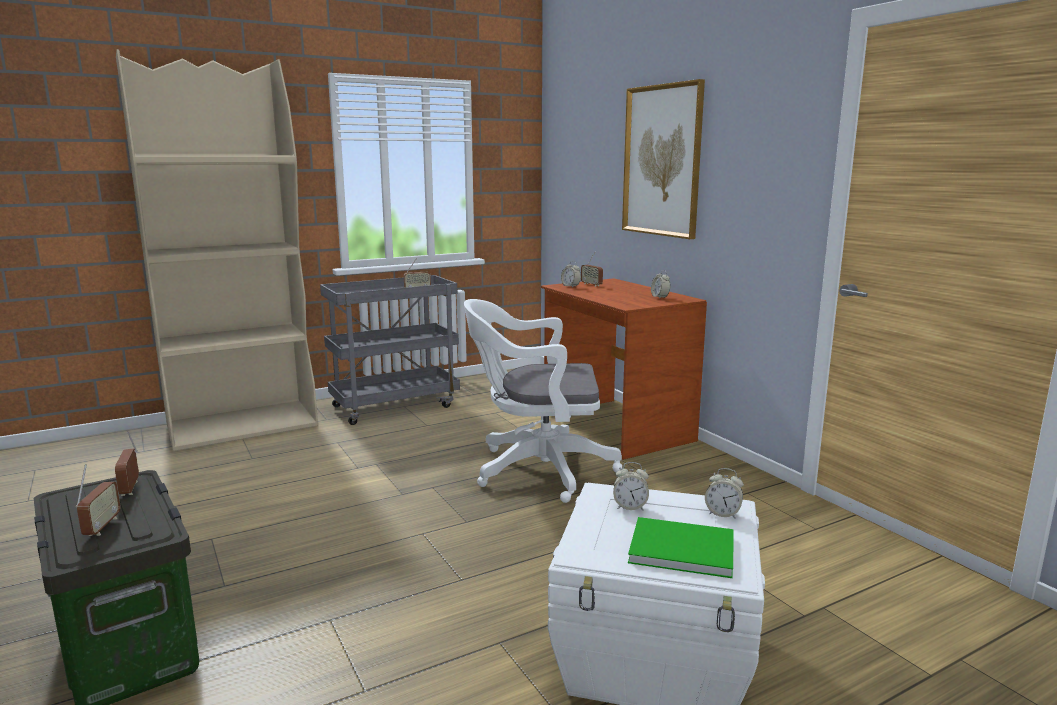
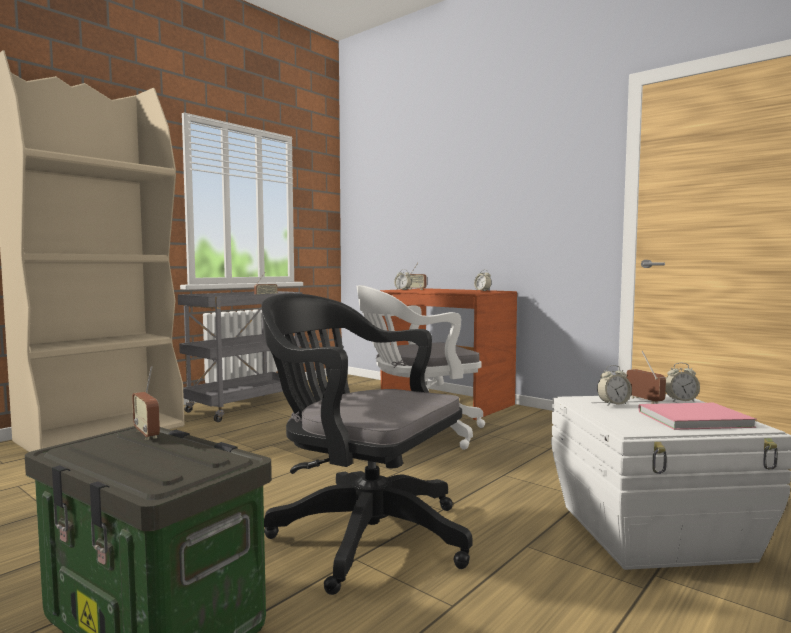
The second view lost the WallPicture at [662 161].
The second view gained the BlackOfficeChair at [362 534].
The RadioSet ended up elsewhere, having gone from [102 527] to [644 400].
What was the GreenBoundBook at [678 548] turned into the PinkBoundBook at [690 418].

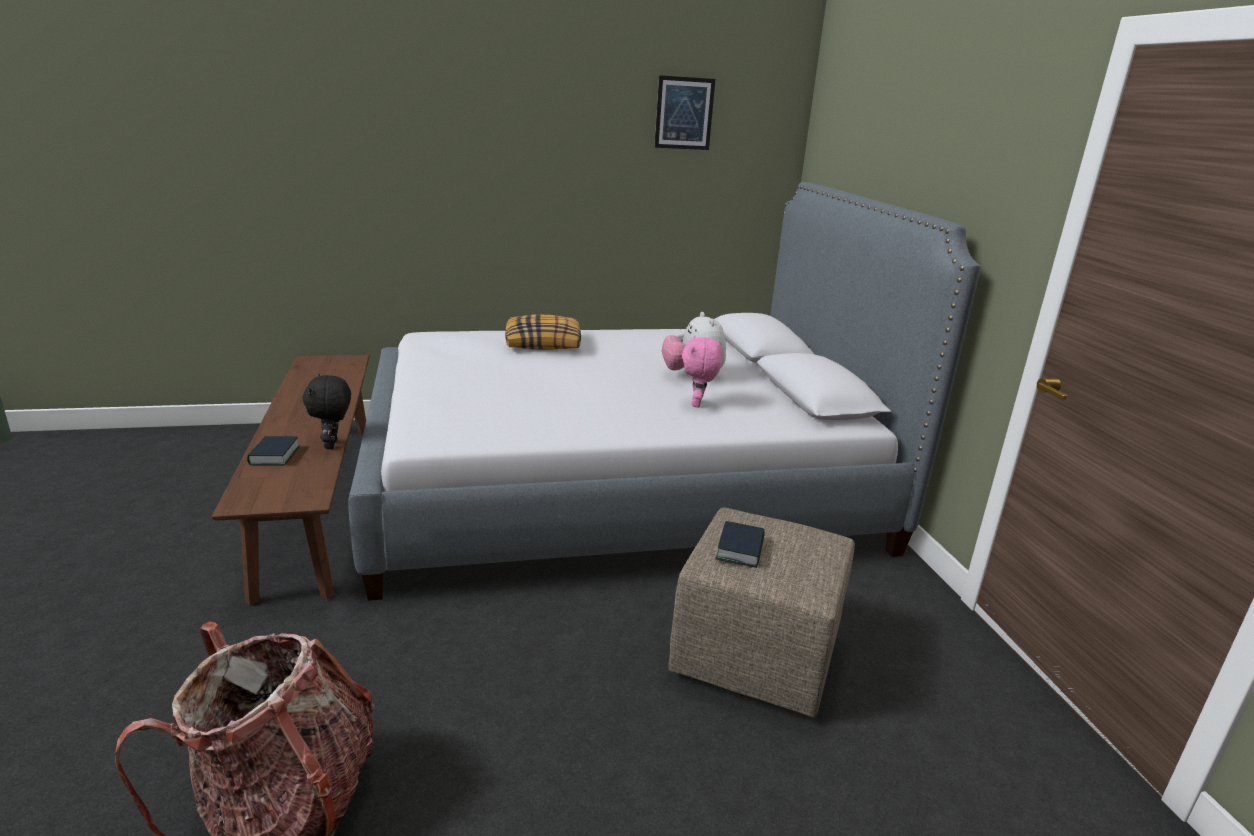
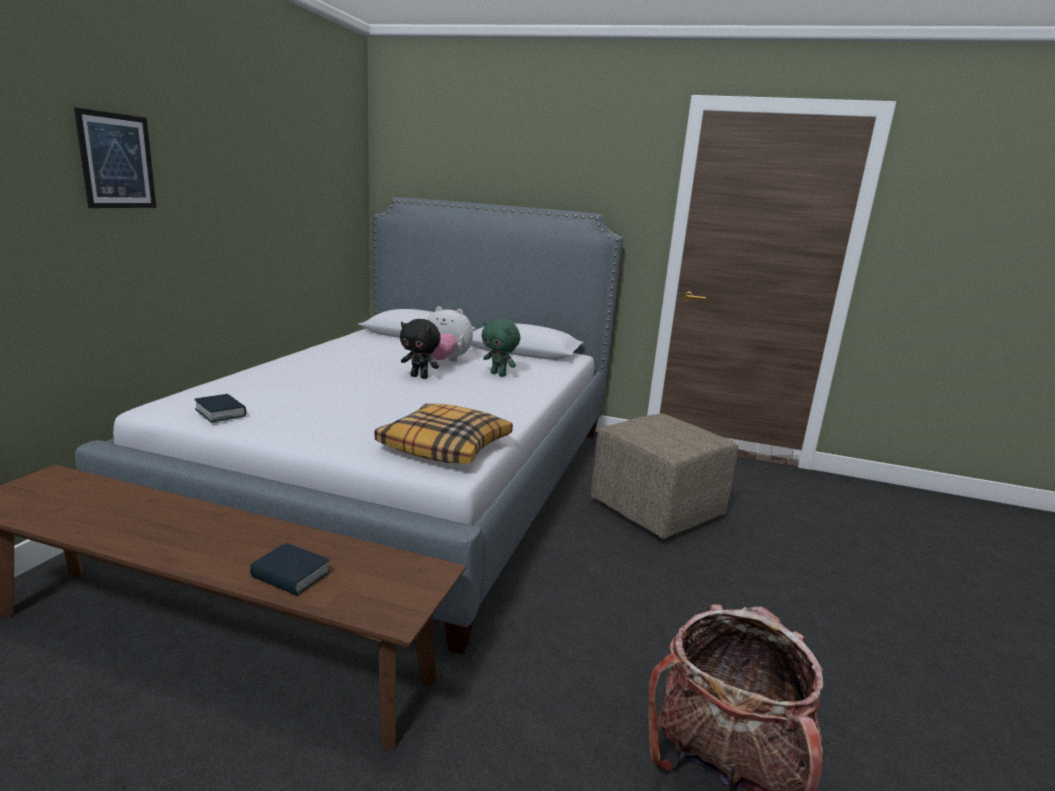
The BlackSoftToy ended up elsewhere, having gone from [333 445] to [420 377].
The Pillow ended up elsewhere, having gone from [543 344] to [445 446].
The WallPicture ended up elsewhere, having gone from [684 113] to [117 161].
The BoundBook ended up elsewhere, having gone from [740 550] to [220 413].
What was the PinkSoftToy at [698 404] turned into the GreenSoftToy at [499 374].

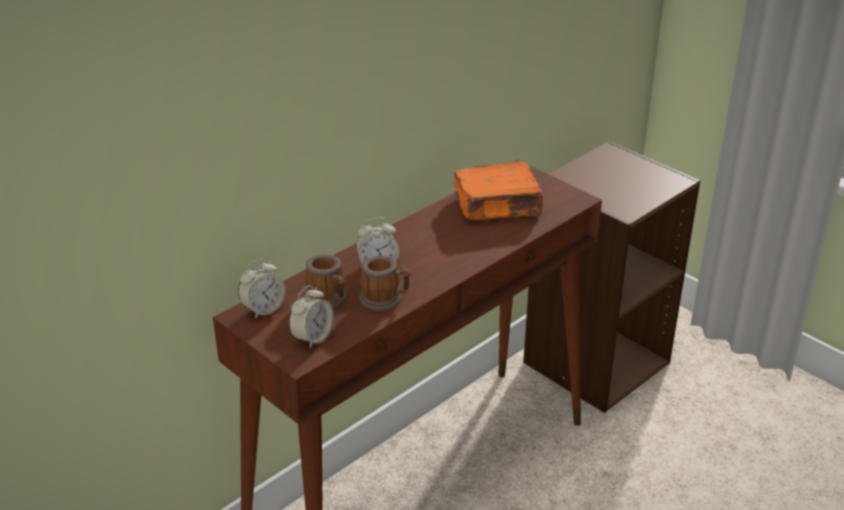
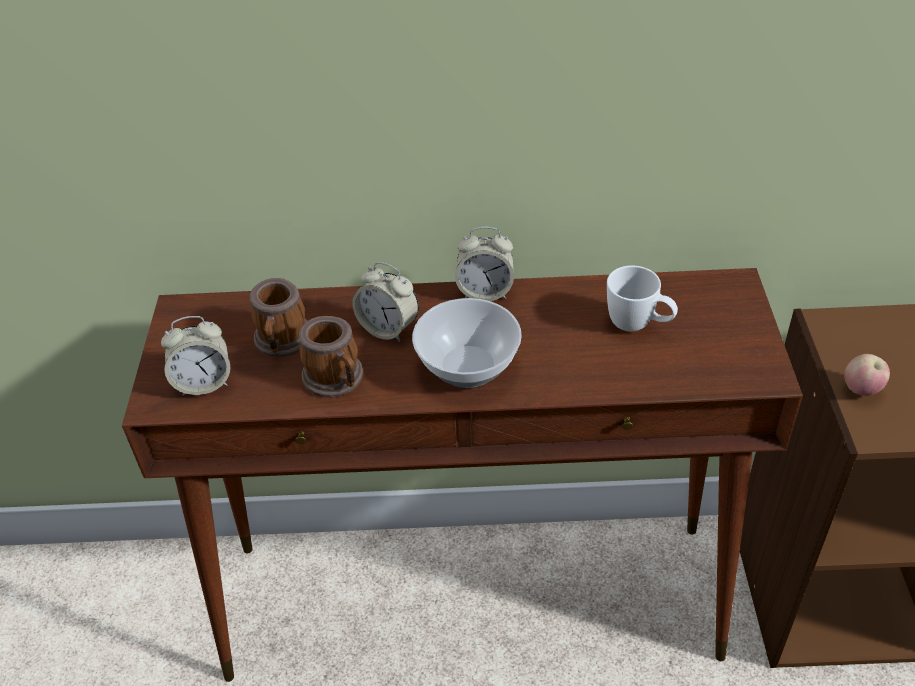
The second view gained the DeepDish at [470 366].
The second view gained the WholeApple at [861 390].
The BedsideClock ended up elsewhere, having gone from [263 309] to [485 292].
Where the OrangeColouredBoundBook stood at [498 206], the WhiteTeaMug came to stand at [638 325].

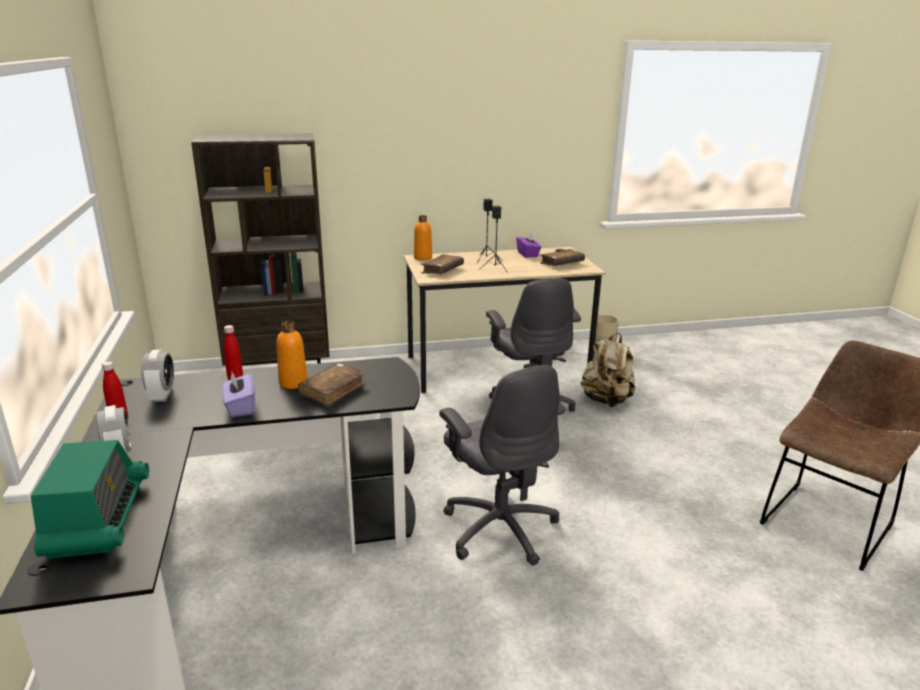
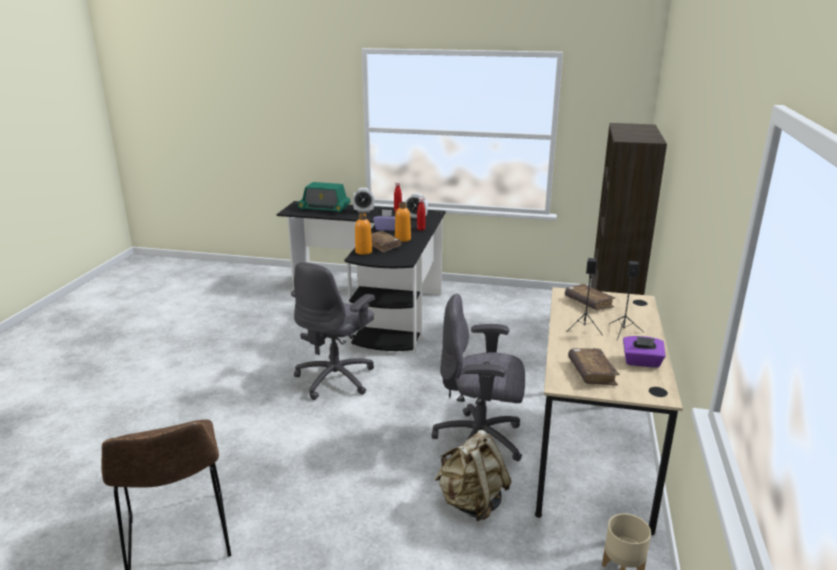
The OrangeColouredDrinkBottle ended up elsewhere, having gone from [423 258] to [363 251].
The GrayOfficeChair at [499 528] ended up facing another way, 60 degrees counterclockwise from before.

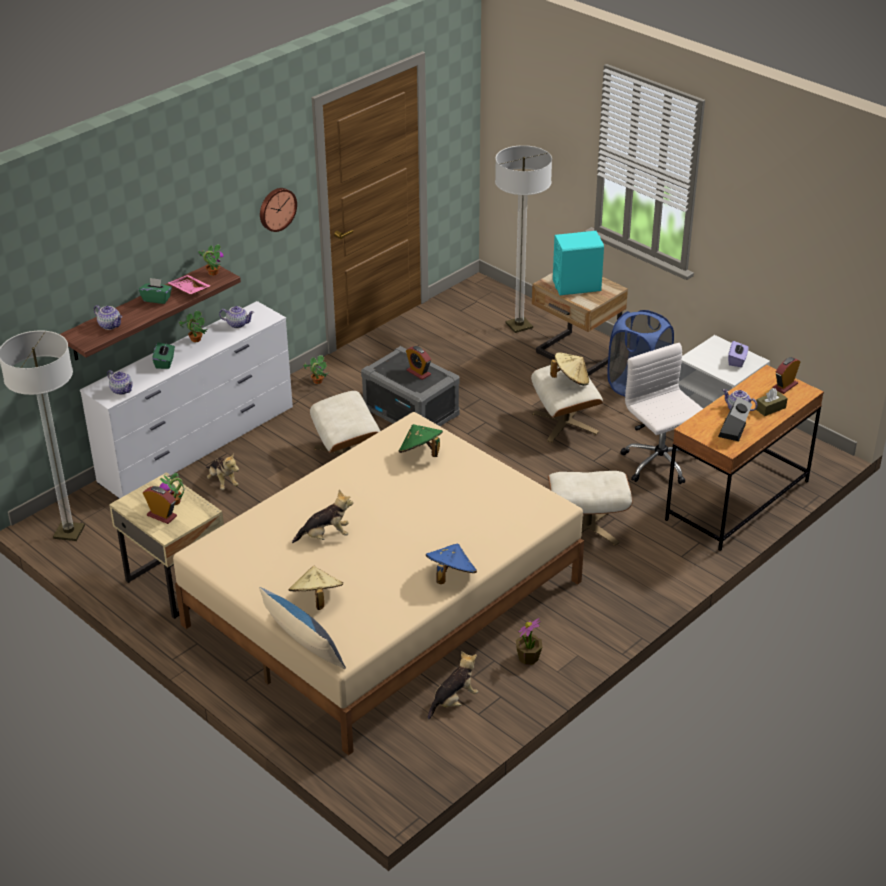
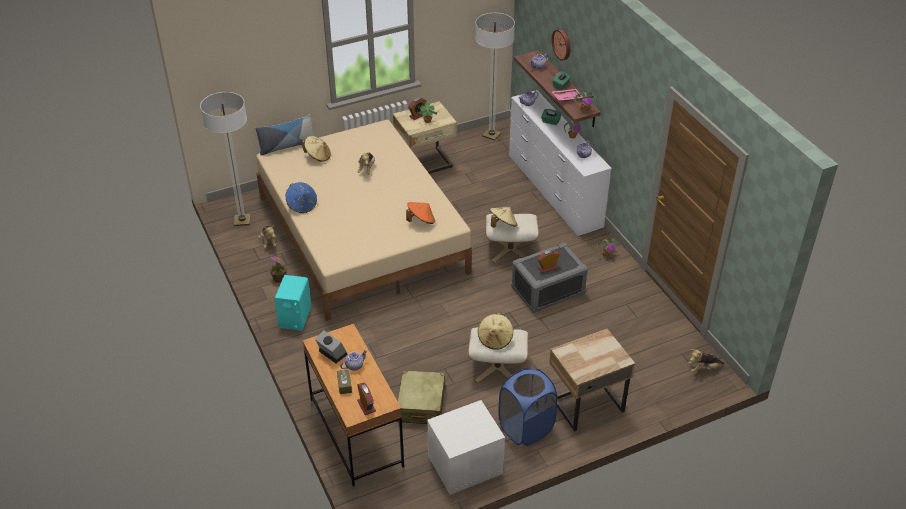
The second view lost the BeigeFootrest at [587 527].
The second view lost the PurpleColouredTissueHolder at [737 361].
The second view gained the BeigeHat at [503 225].
The SoftToy ended up elsewhere, having gone from [222 482] to [703 368].
The WallClock ended up elsewhere, having gone from [276 209] to [562 44].
The StandardLamp ended up elsewhere, having gone from [519 326] to [242 221].
The BlueGreenSpeaker ended up elsewhere, having gone from [577 286] to [295 317].
Where the WhiteOfficeChair stood at [660 464], the BeigeTravelCase came to stand at [421 404].
What was the GreenHat at [421 453] turned into the OrangeColouredHat at [421 220].

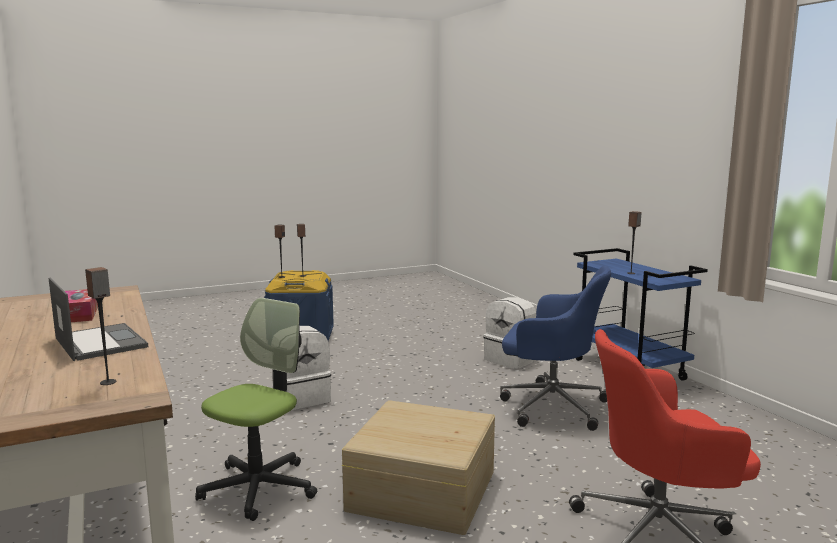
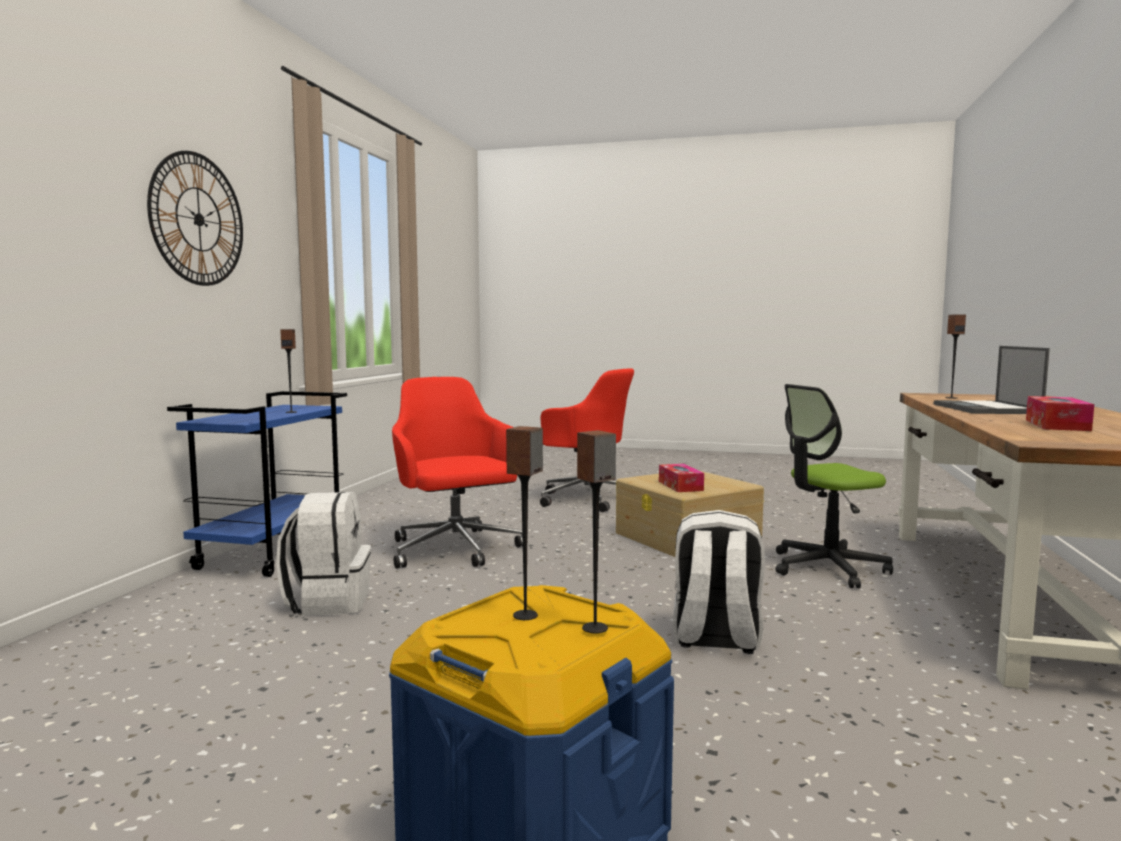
The second view gained the WallClock at [198 219].
The second view gained the TissueHolder at [680 486].
What was the BlueColouredOfficeChair at [550 406] turned into the RedOfficeChair at [455 550].

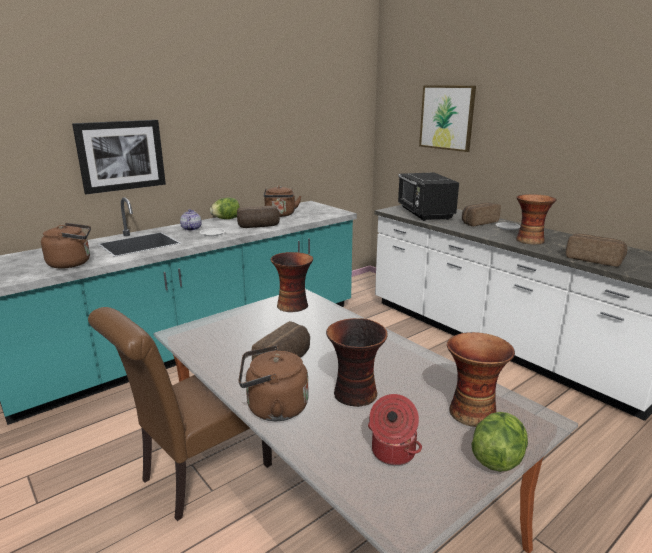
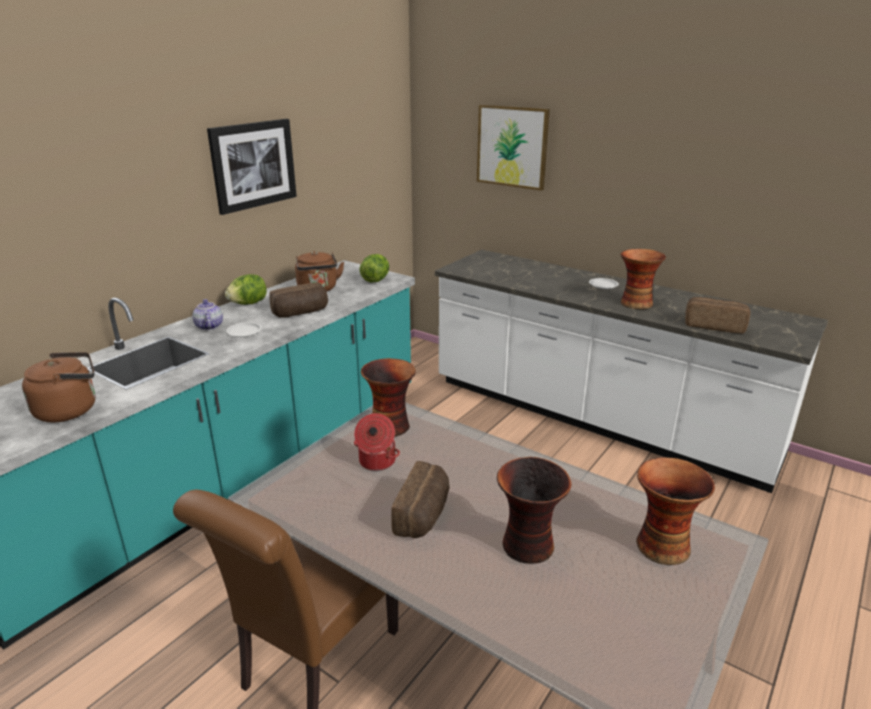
The second view lost the BrownColouredTeaKettle at [273 408].
The second view lost the BlackMicrowaveOven at [424 214].
The second view lost the Bread at [478 222].
The WallPicture ended up elsewhere, having gone from [121 155] to [253 165].
The Stockpot ended up elsewhere, having gone from [392 452] to [376 461].
The Lettuce ended up elsewhere, having gone from [497 459] to [375 280].

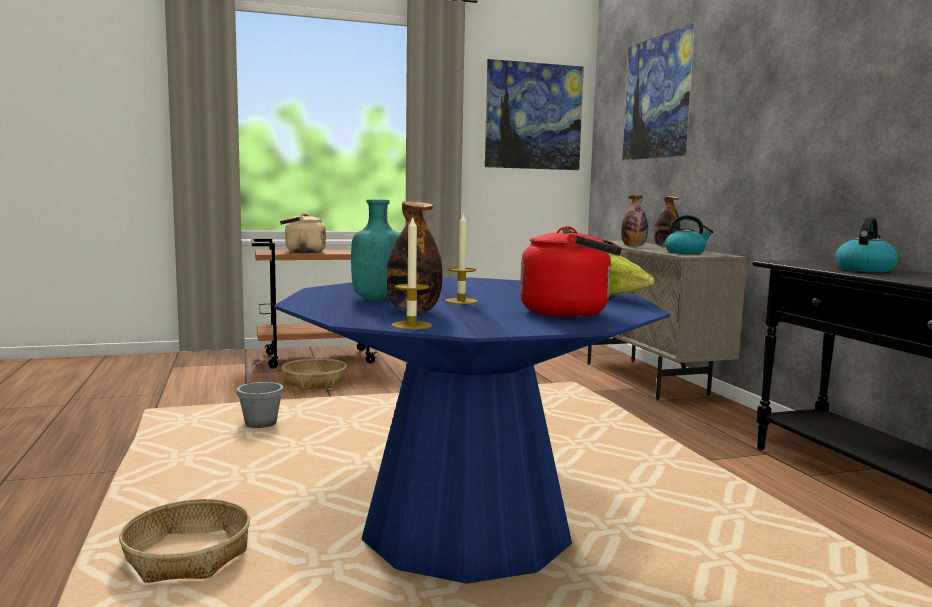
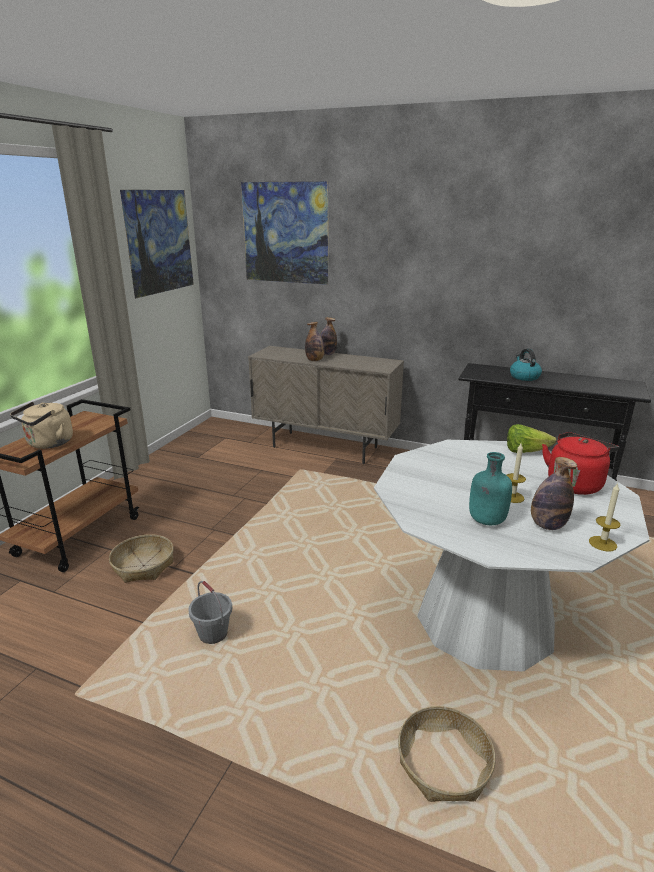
The second view lost the TeaKettle at [686 253].
What was the BlueColouredKitchenTable at [466 527] turned into the WhiteKitchenTable at [485 620].

